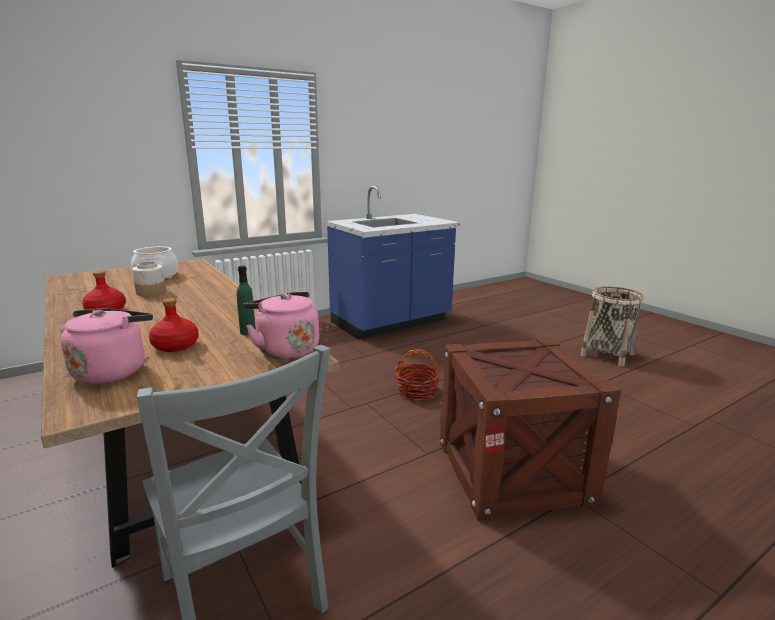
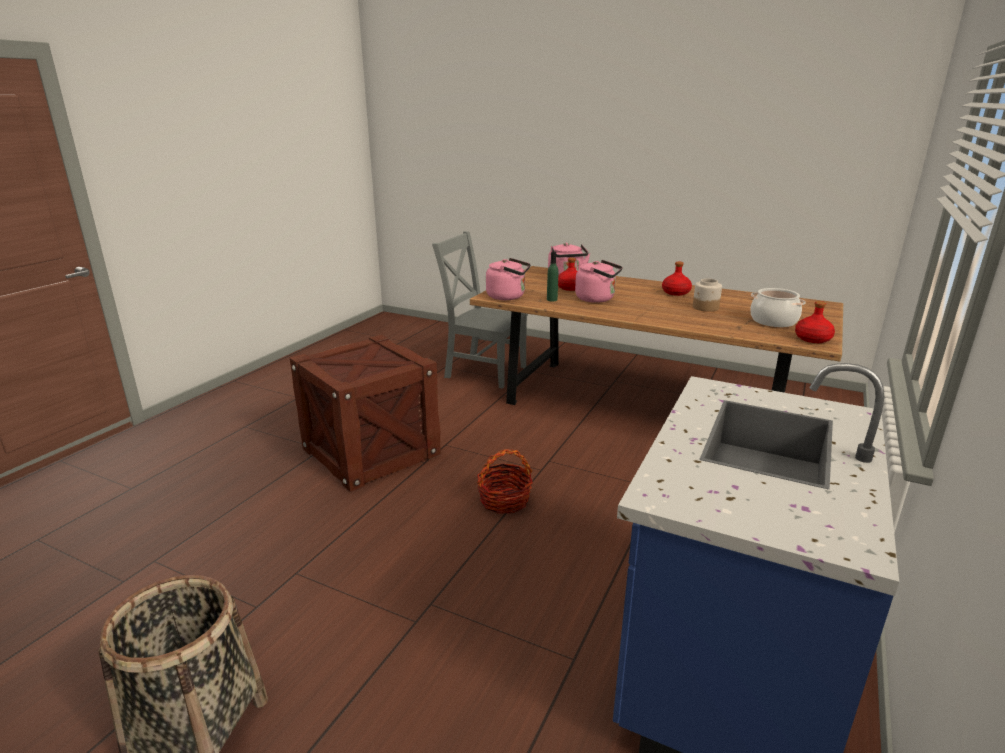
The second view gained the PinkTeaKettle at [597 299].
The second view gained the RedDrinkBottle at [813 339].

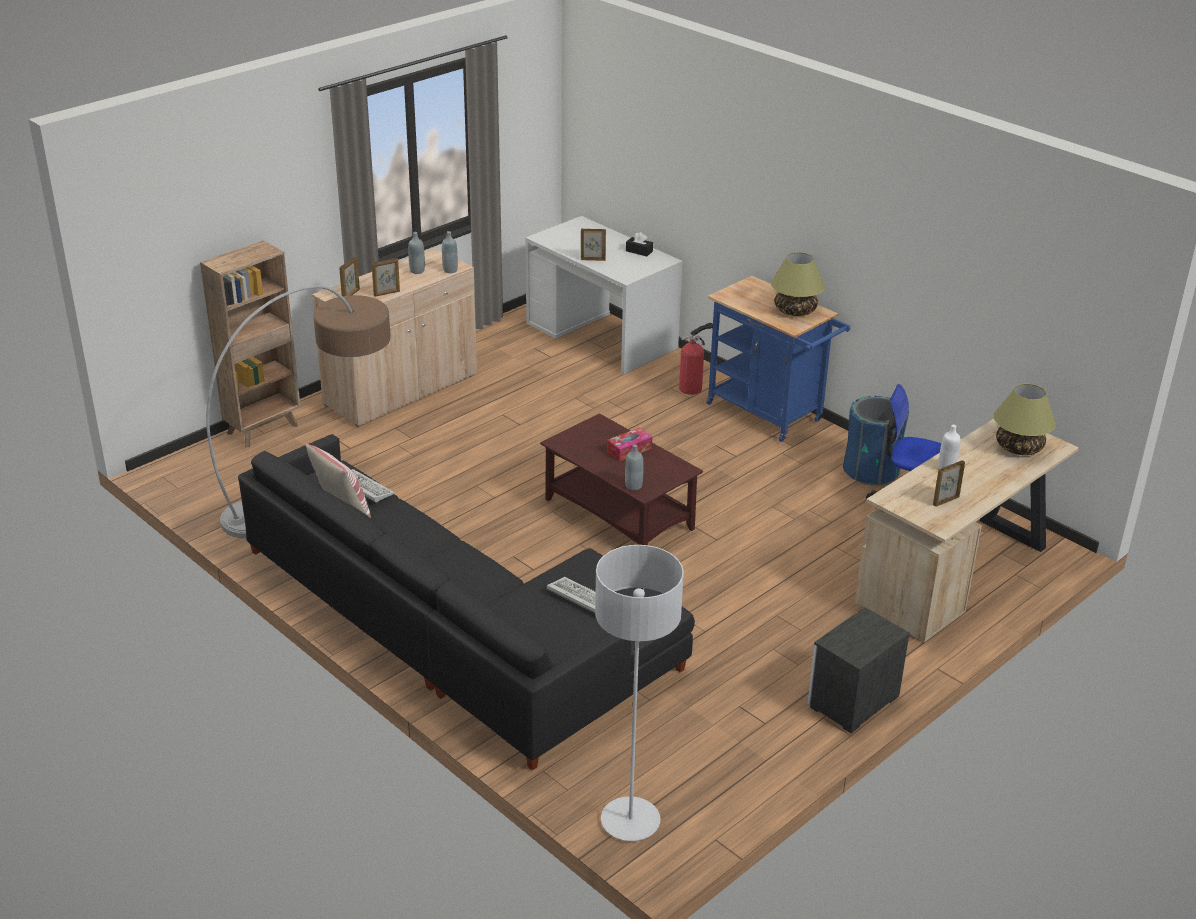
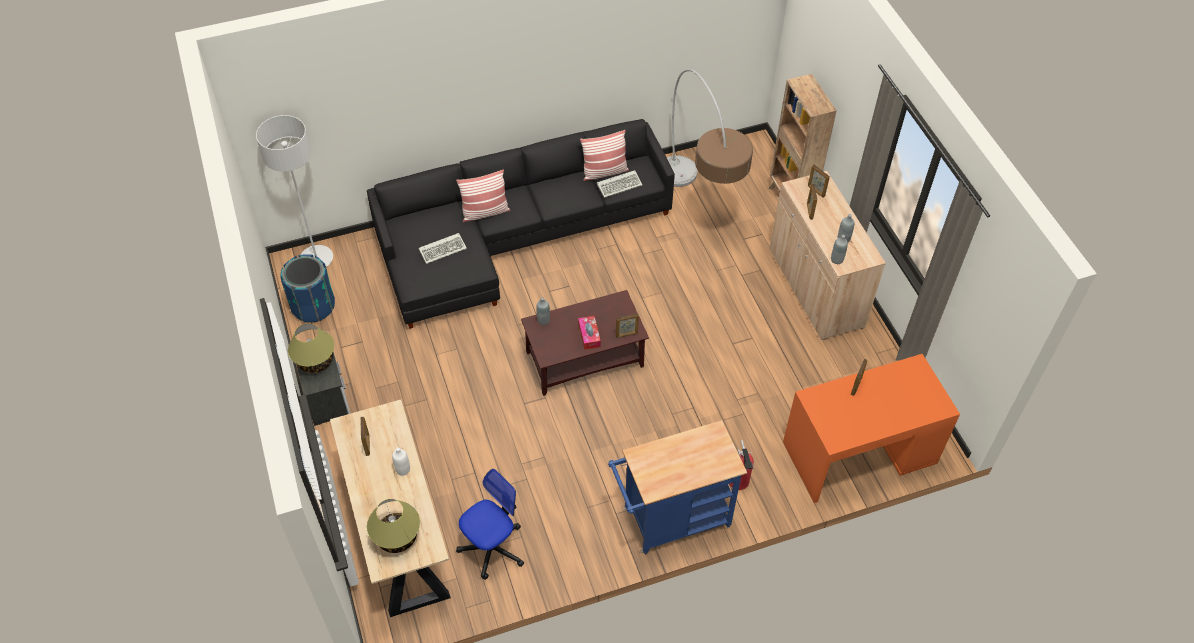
The second view lost the BlackTissueHolder at [639 251].
The second view gained the Pillow at [485 212].
The second view gained the PhotoFrame at [626 334].
The TableLamp ended up elsewhere, having gone from [794 310] to [316 361].
The BlueColouredRubbishBin ended up elsewhere, having gone from [871 471] to [313 306].
What was the WhiteDesk at [601 335] turned into the OrangeColouredDesk at [859 452].

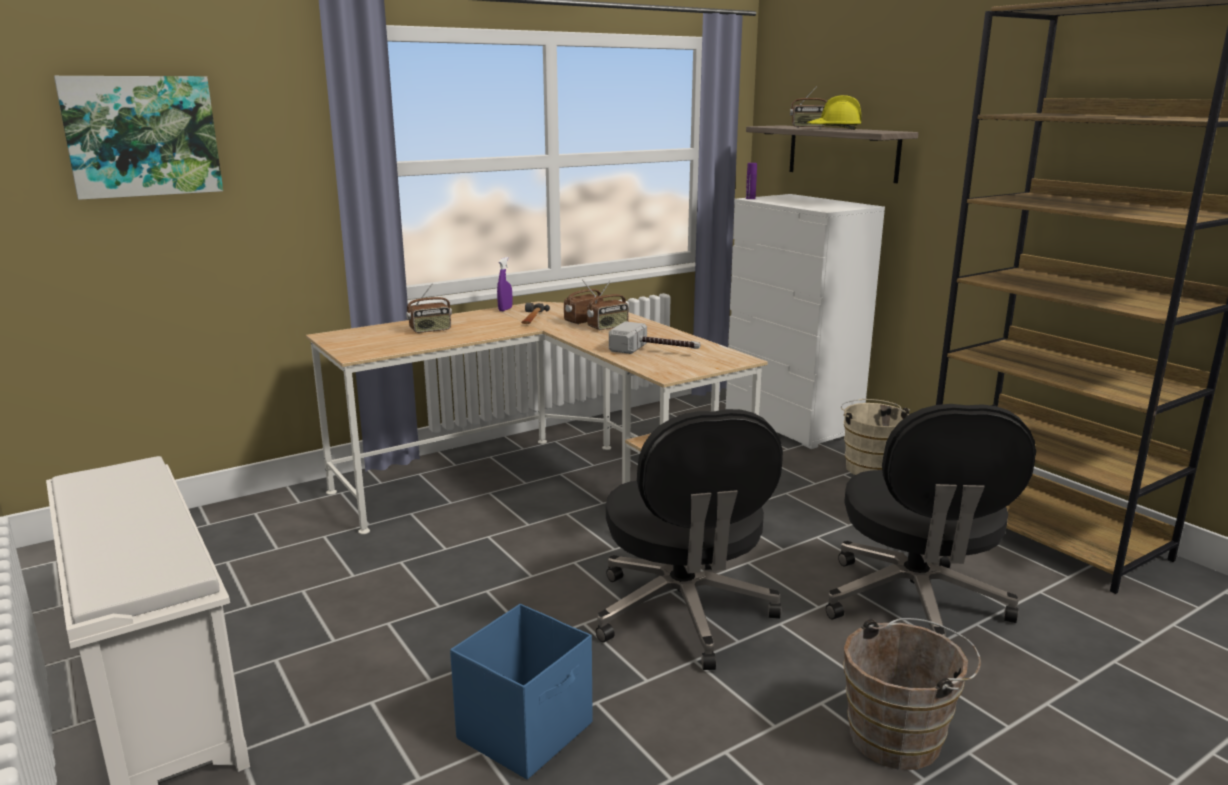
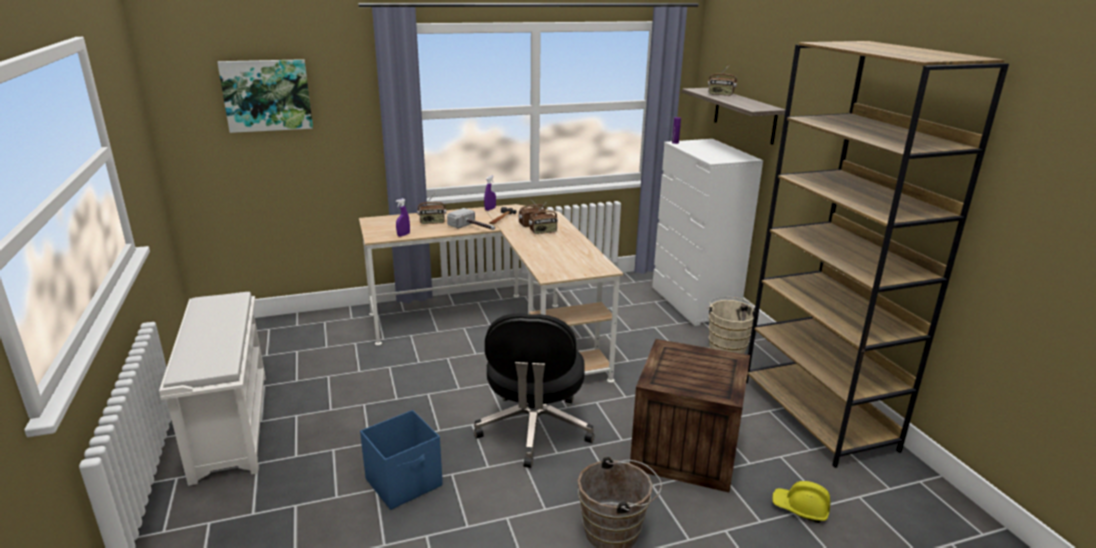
The second view gained the PurpleColouredSprayBottle at [403 235].
The ToolHammer ended up elsewhere, having gone from [656 351] to [474 228].
The YellowishSafetyHelmet ended up elsewhere, having gone from [834 129] to [800 508].
Where the BlackOfficeChair stood at [914 605], the Crate came to stand at [685 450].

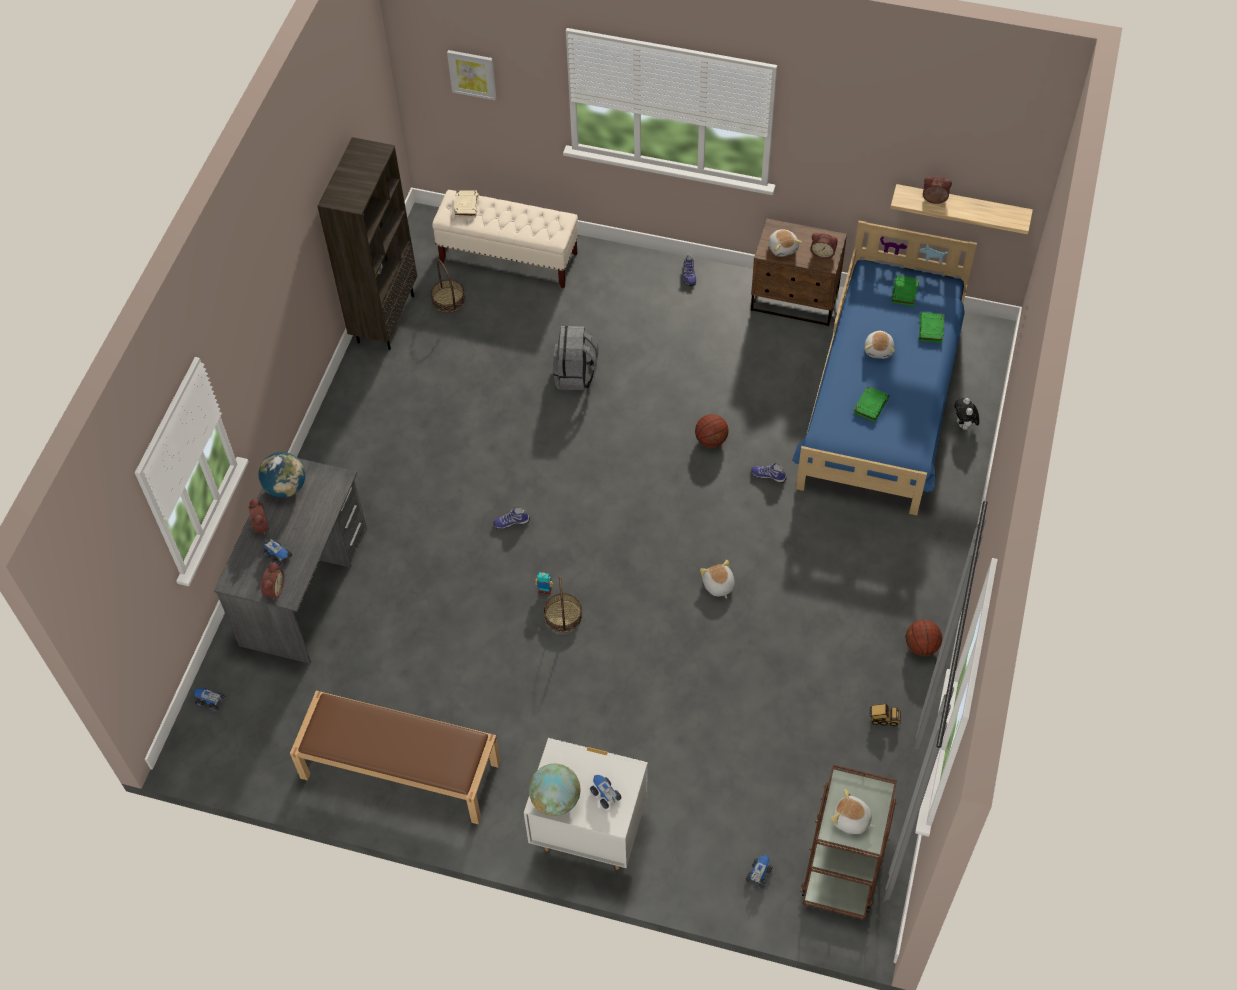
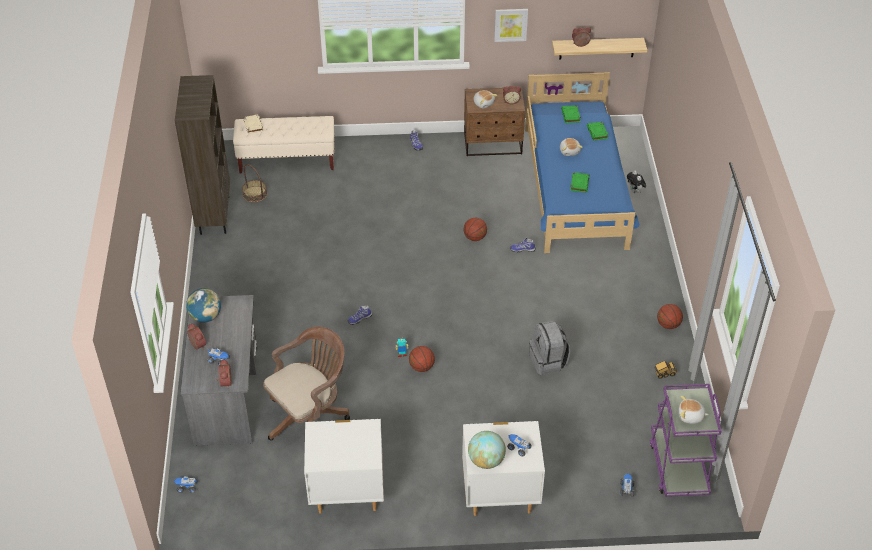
The second view lost the SoftToy at [718 585].
The second view gained the BrownColouredOfficeChair at [310 417].
The WallPicture ended up elsewhere, having gone from [472 74] to [510 24].
The GrayKnapsack ended up elsewhere, having gone from [575 375] to [548 361].
Where the BrownColouredBench stood at [399 770], the WhiteNightstand came to stand at [347 493].
Where the StorageBasket stood at [563 616], the Basketball came to stand at [421 367].
What was the BrownColouredWheeledCart at [843 863] turned into the PurpleColouredWheeledCart at [678 466].

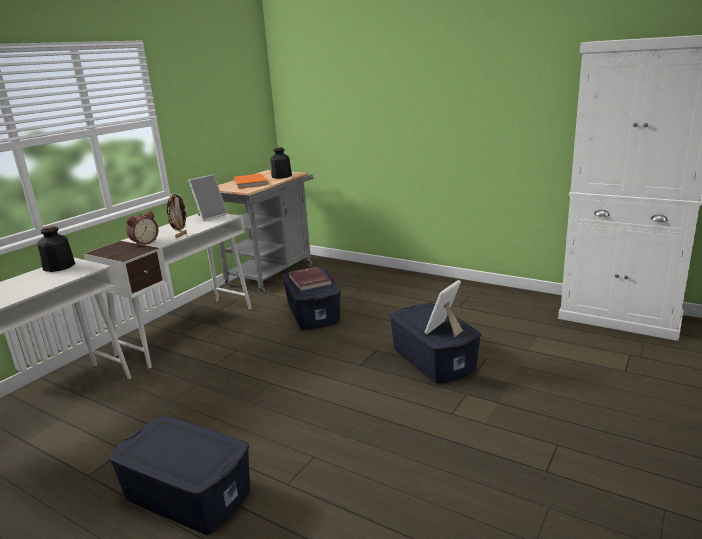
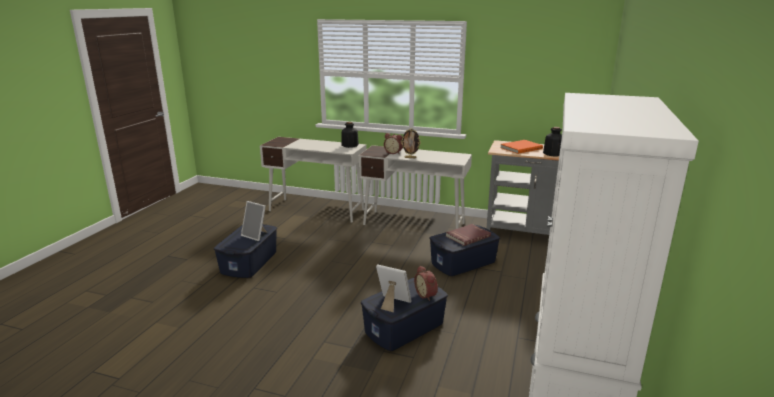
The second view gained the BedsideClock at [427 295].
The PhotoFrame ended up elsewhere, having gone from [210 216] to [256 235].

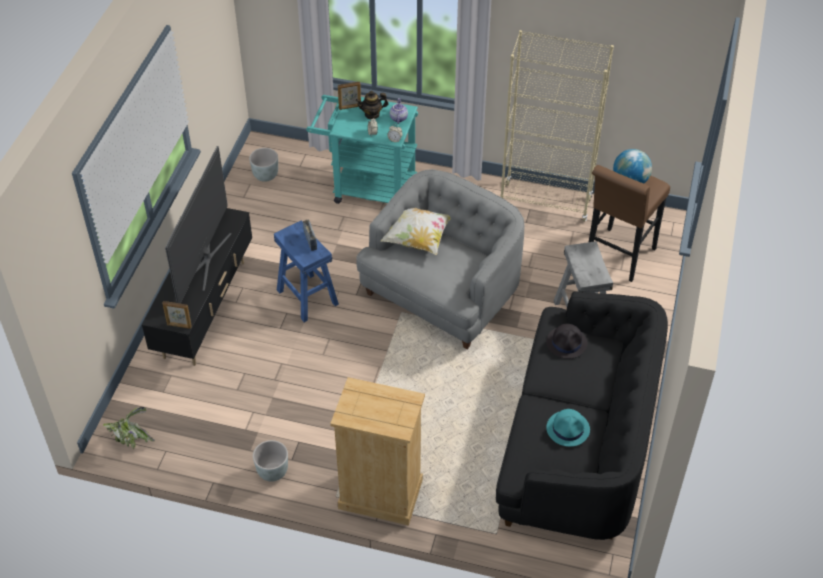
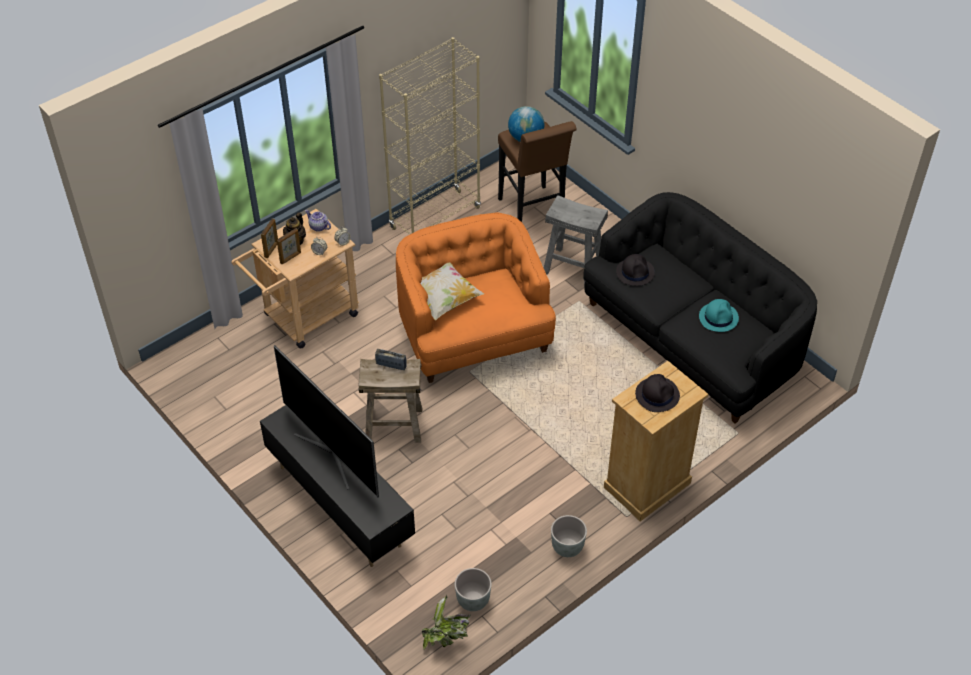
The second view gained the BlackHat at [657 394].
The PhotoFrame ended up elsewhere, having gone from [179 326] to [291 258].
The GrayPlanter ended up elsewhere, having gone from [265 175] to [472 600].
What was the BlueColouredStool at [306 297] turned into the BeigeStool at [393 425].
What was the BlueGreenWheeledCart at [366 188] turned into the BeigeWheeledCart at [304 318].
What was the GrayLoungeChair at [442 293] turned into the OrangeColouredLoungeChair at [472 334].

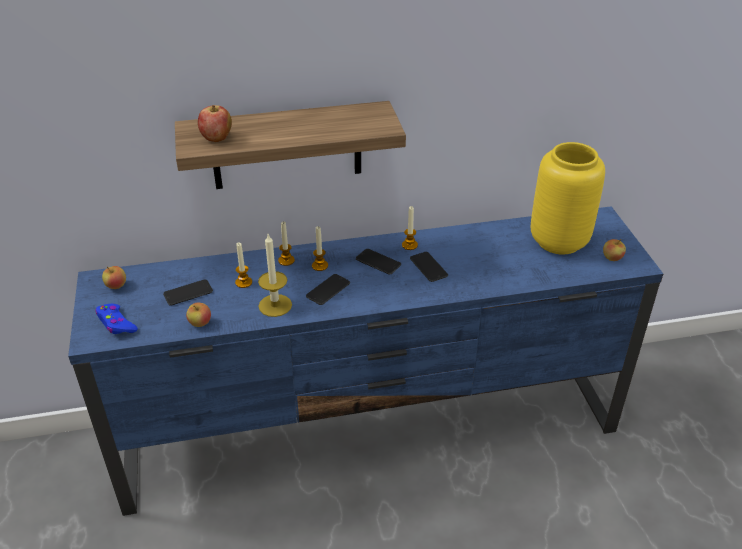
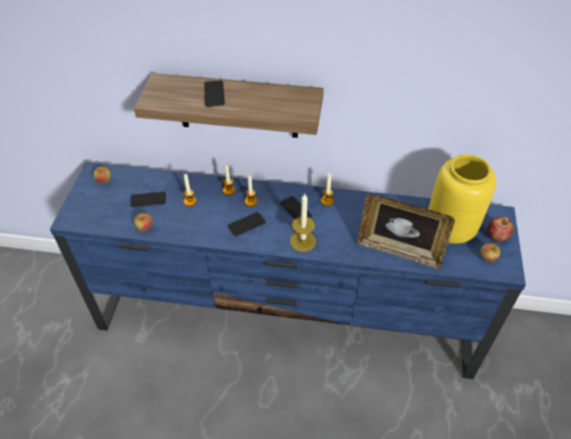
The second view lost the BlueColouredGamepad at [116 324].
The second view gained the PhotoFrame at [399 250].
The WholeApple ended up elsewhere, having gone from [216 138] to [496 237].
The Candle ended up elsewhere, having gone from [275 305] to [303 241].
The Telephone ended up elsewhere, having gone from [428 267] to [214 94].

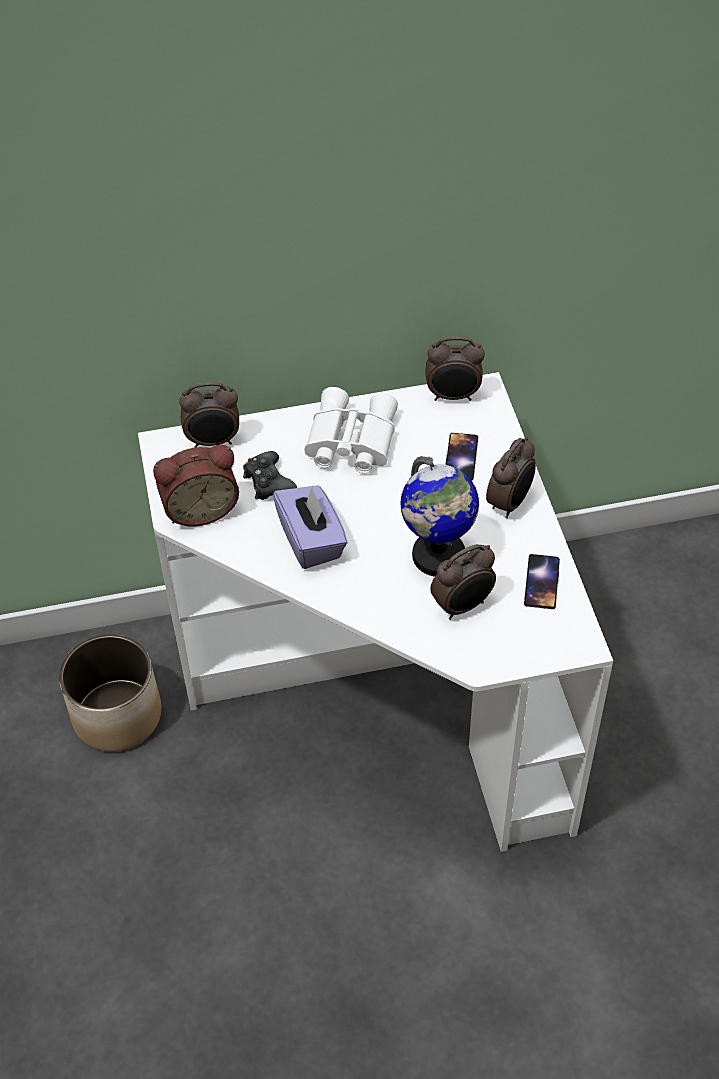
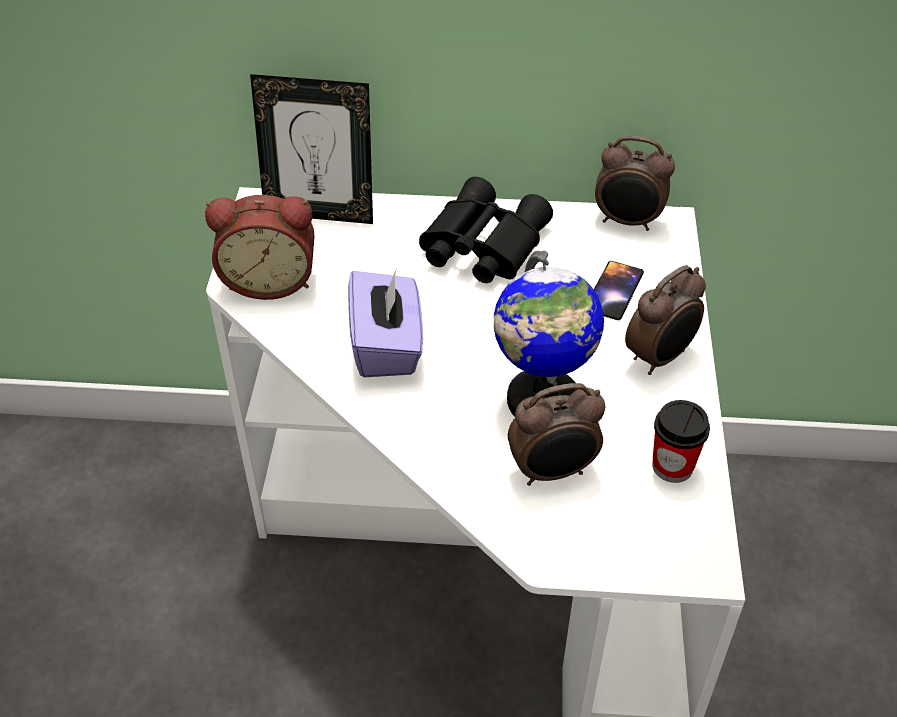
The second view lost the Planter at [116 714].
The second view lost the BlackGamepad at [268 482].
Where the BedsideClock stood at [213 441], the PhotoFrame came to stand at [320 213].
Where the Telephone stood at [542 582], the SmallCup came to stand at [672 466].
What was the WhiteFieldGlasses at [349 441] turned into the BlackFieldGlasses at [480 245].

